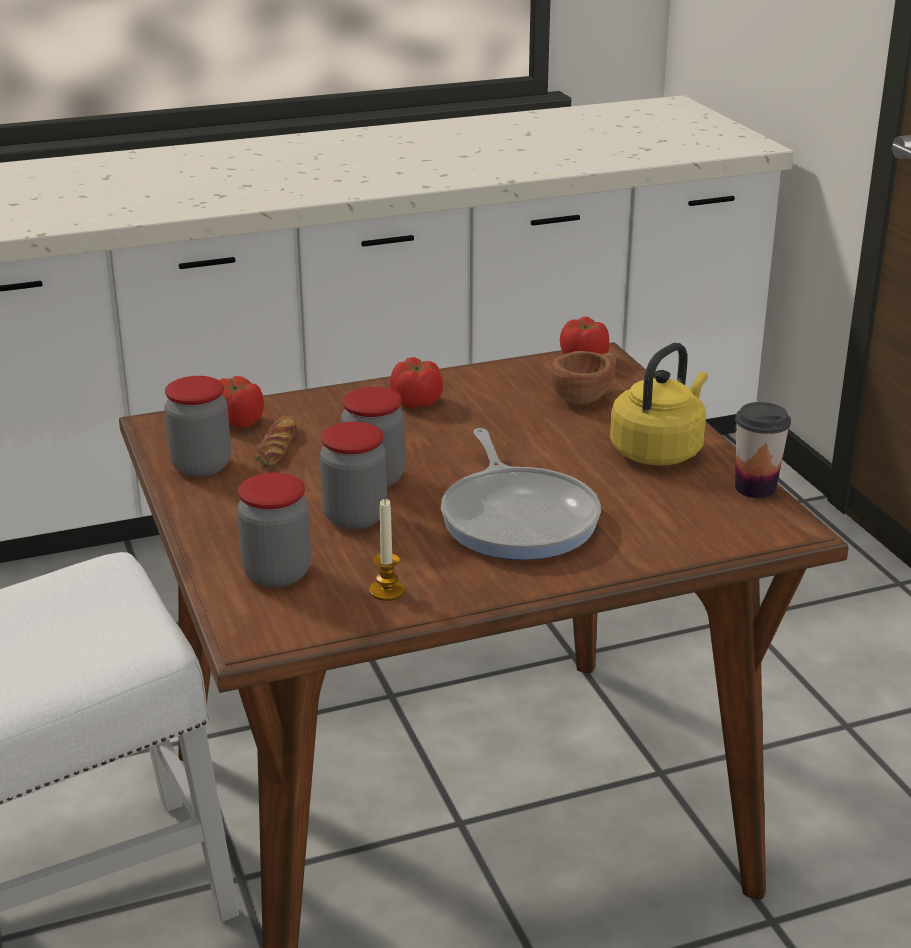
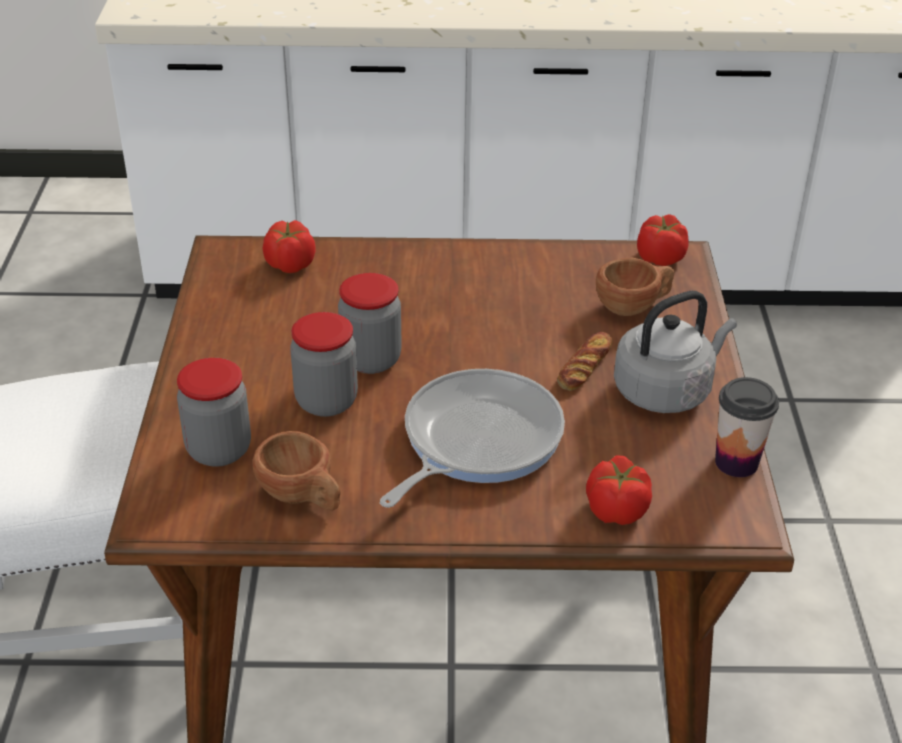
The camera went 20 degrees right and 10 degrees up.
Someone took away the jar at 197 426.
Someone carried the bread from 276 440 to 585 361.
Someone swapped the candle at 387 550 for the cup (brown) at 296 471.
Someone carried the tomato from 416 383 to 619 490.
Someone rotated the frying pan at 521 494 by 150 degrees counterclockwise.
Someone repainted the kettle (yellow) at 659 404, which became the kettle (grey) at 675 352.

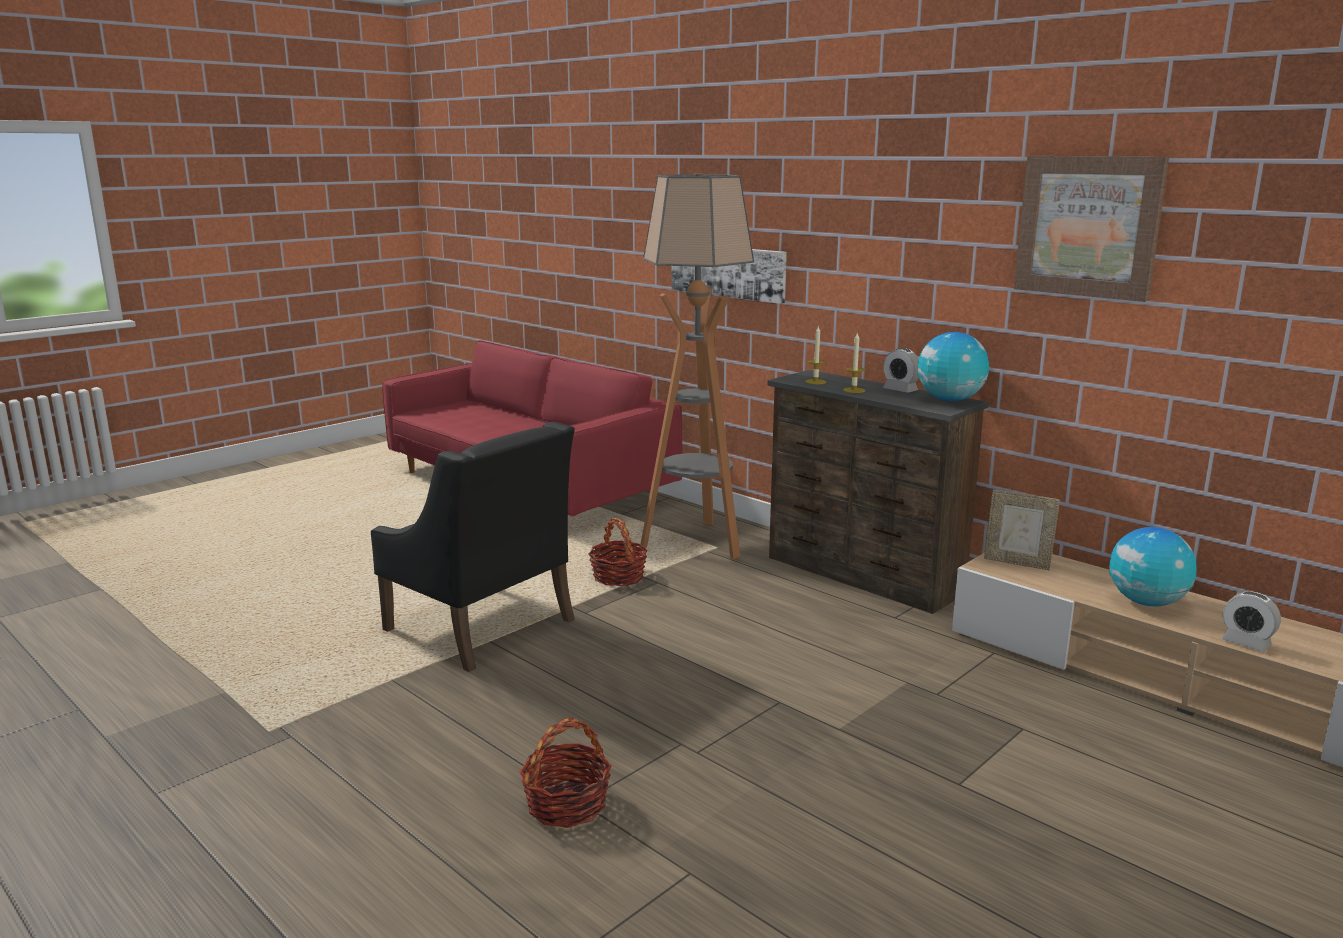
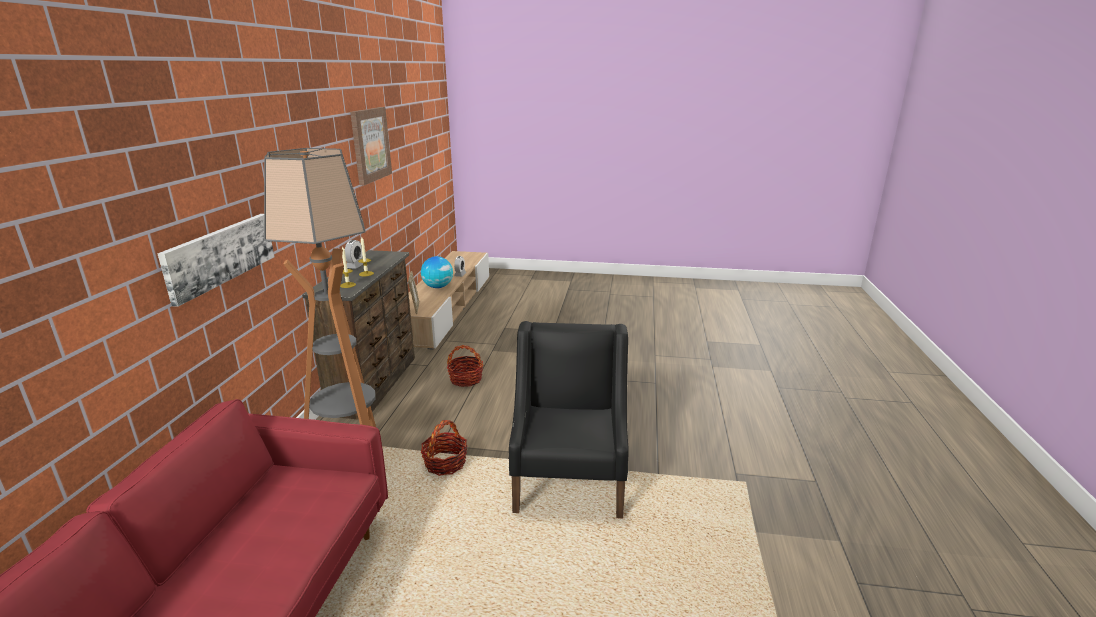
The camera went 125 degrees left and 5 degrees up.
Someone carried the basket from 565 773 to 465 366.
Someone took away the globe at 953 366.

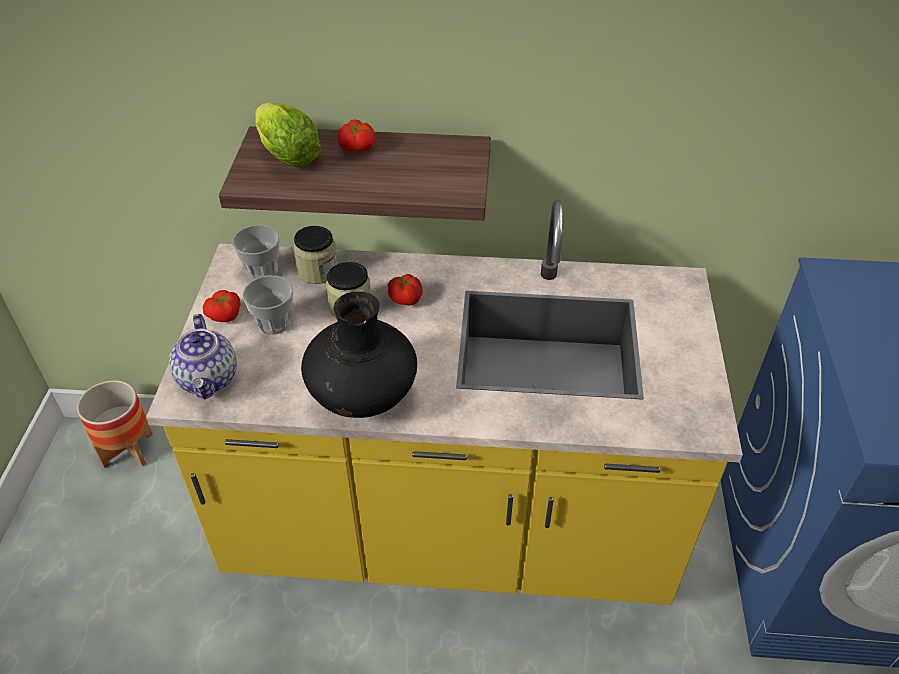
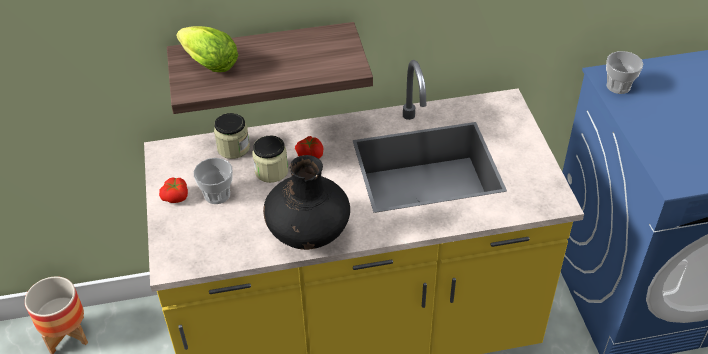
The camera went 15 degrees left and 0 degrees up.
Someone took away the teapot at 203 356.
Someone carried the cup from 255 252 to 624 72.
Someone took away the tomato at 357 135.

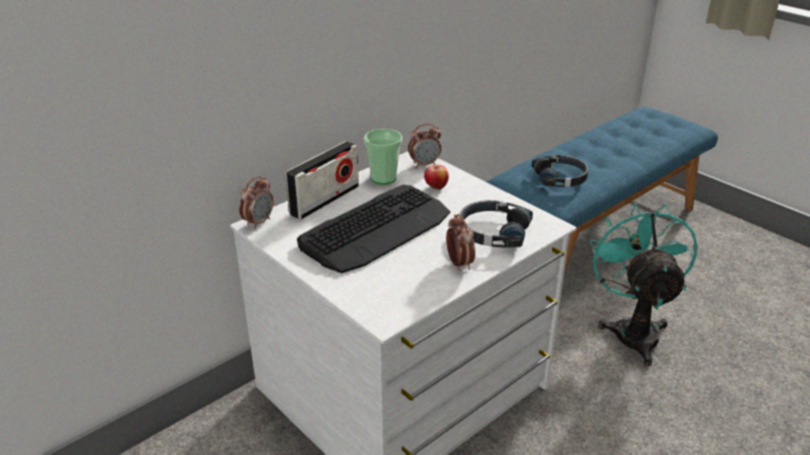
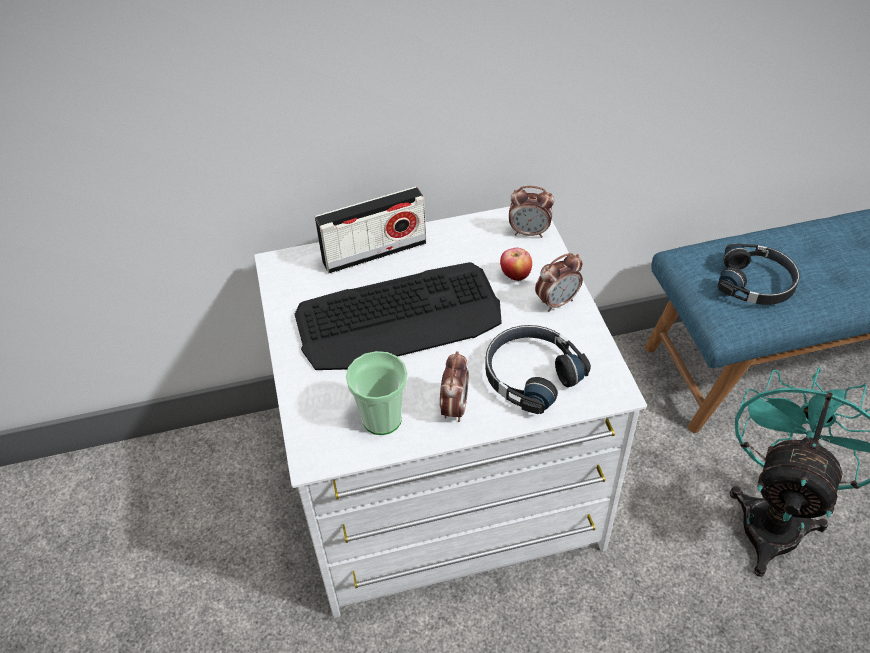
The camera went 30 degrees right and 15 degrees up.
Someone carried the alarm clock from 256 202 to 559 282.
Someone carried the cup from 383 156 to 377 393.

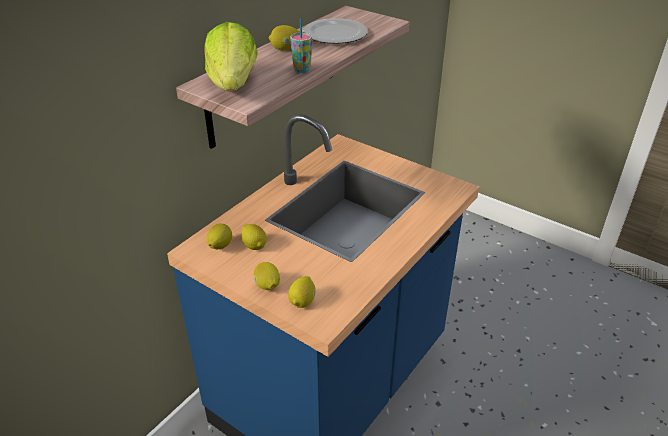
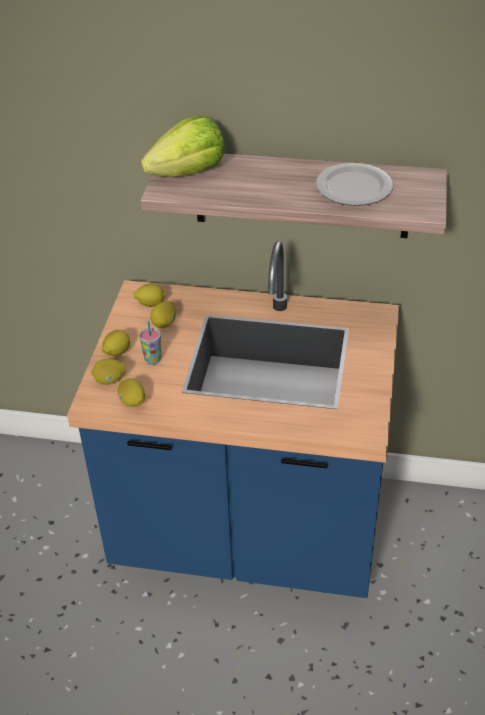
The camera went 65 degrees right and 5 degrees up.
Someone carried the lemon from 284 37 to 131 392.
Someone carried the cup from 301 46 to 150 343.

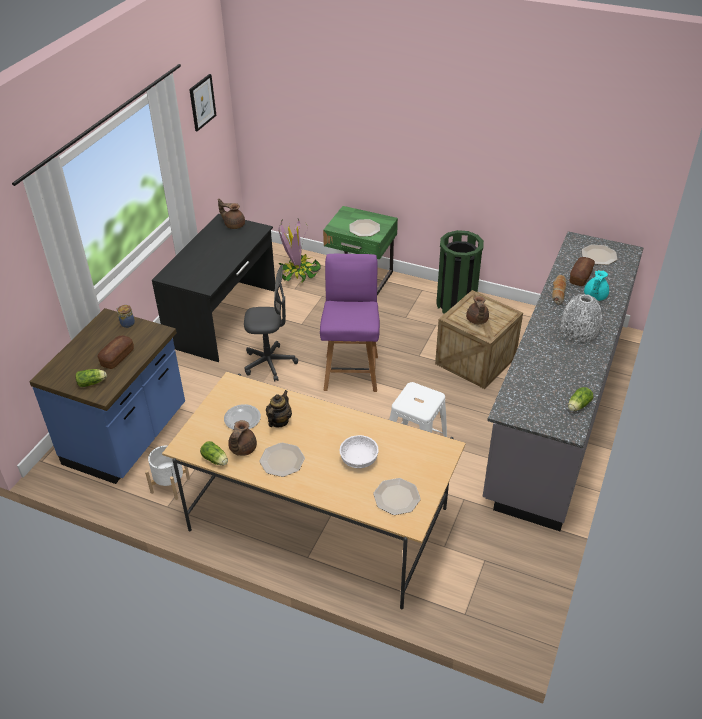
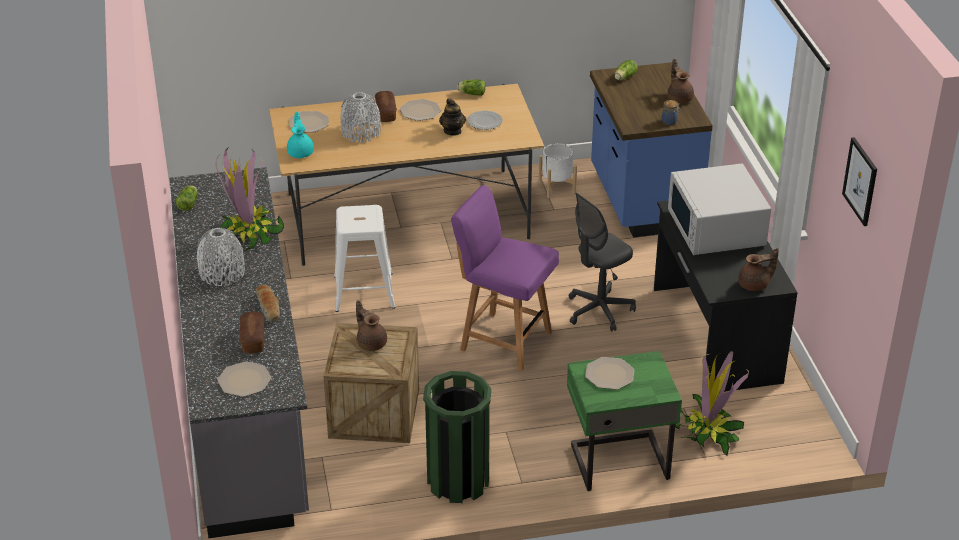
The camera went 145 degrees right and 5 degrees down.
Someone carried the bread from 116 352 to 386 106.
Someone carried the teapot (brown) from 242 438 to 681 81.
Someone rotated the chair (purple) at 350 323 by 150 degrees clockwise.
Someone swapped the bowl (white) at 359 451 for the vase (grey) at 360 117.
Someone carried the teapot (turquoise) from 596 285 to 300 135.
Someone put down the potted plant at 249 199.
Someone put down the microwave (white) at 719 209.

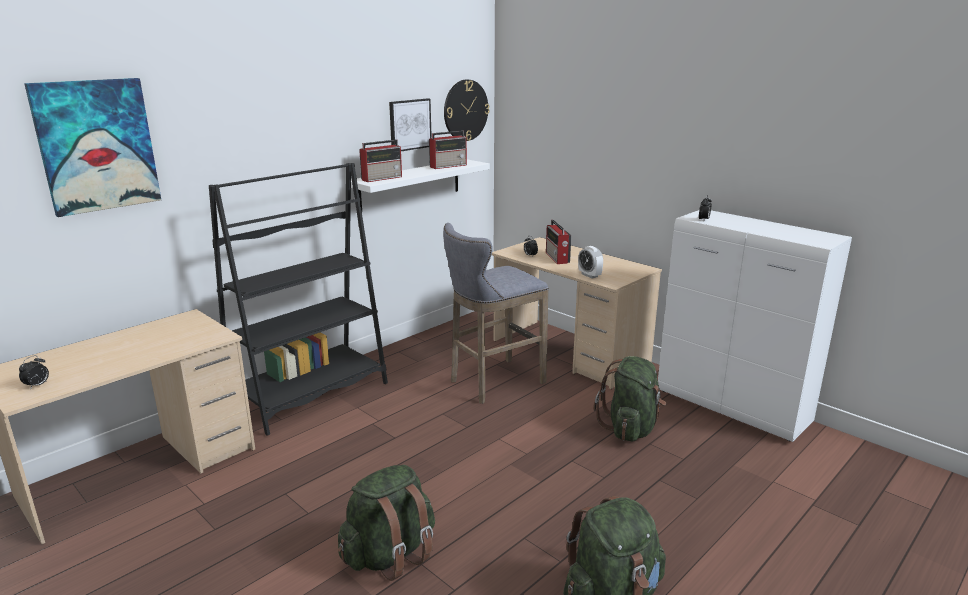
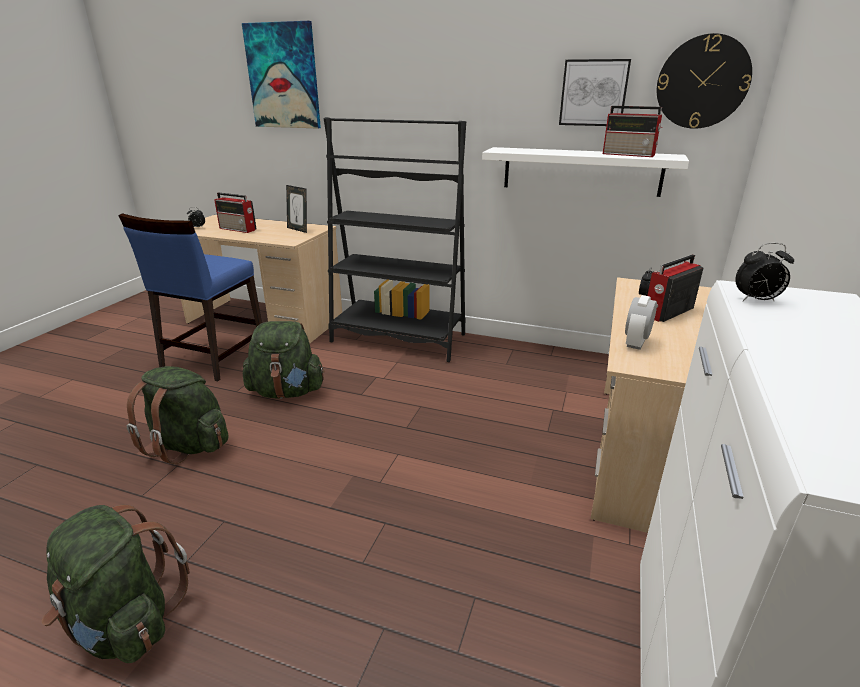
The camera went 65 degrees right and 5 degrees up.
Someone carried the radio from 380 161 to 235 212.
Someone took away the stool (grey) at 495 313.
Someone carried the backpack (green) from 630 399 to 284 360.
Someone put down the chair (blue) at 190 297.
Someone put down the picture frame at 296 209.

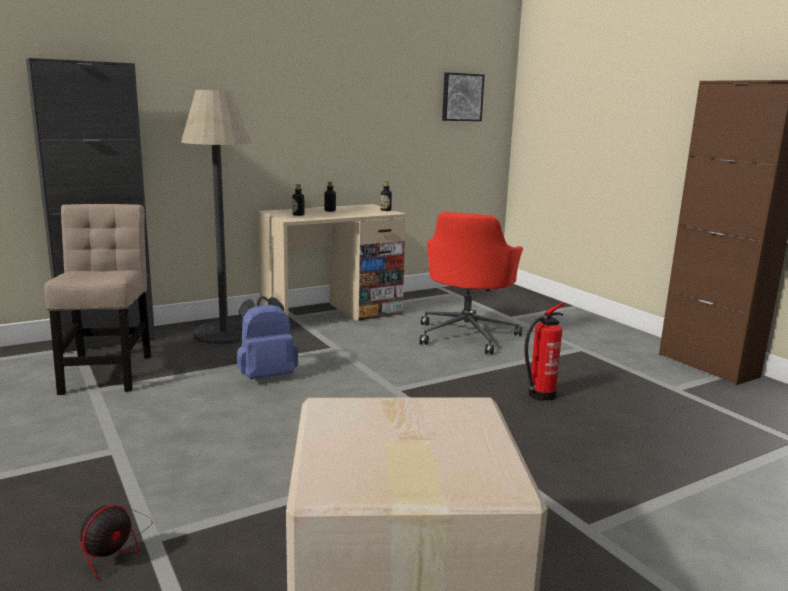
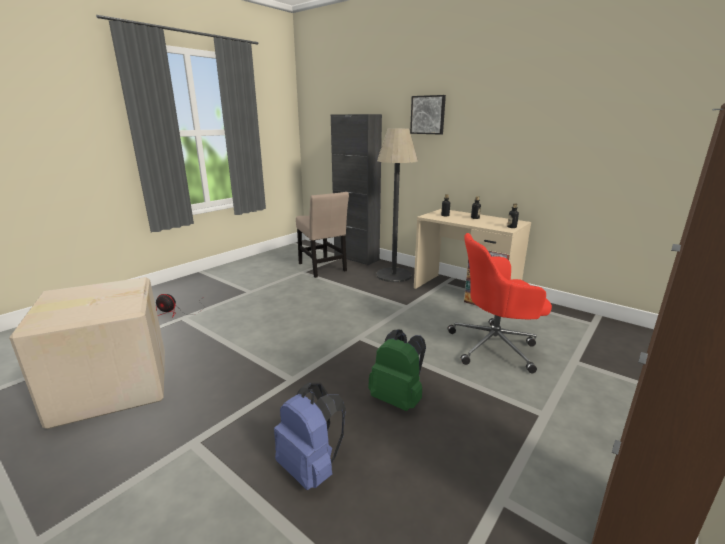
The camera went 70 degrees right and 5 degrees up.
Someone rotated the chair (beige) at 97 299 by 90 degrees clockwise.
Someone carried the backpack (blue) from 267 337 to 310 436.
Someone carried the picture from 463 96 to 428 115.
Someone swapped the fire extinguisher at 544 351 for the backpack (green) at 397 370.

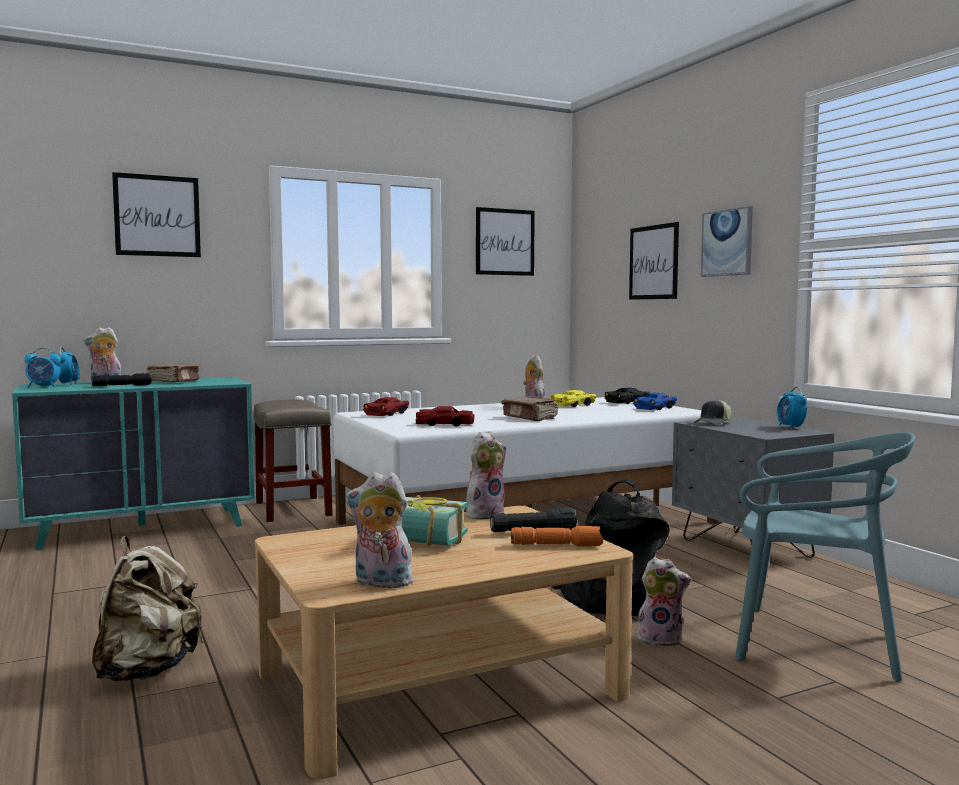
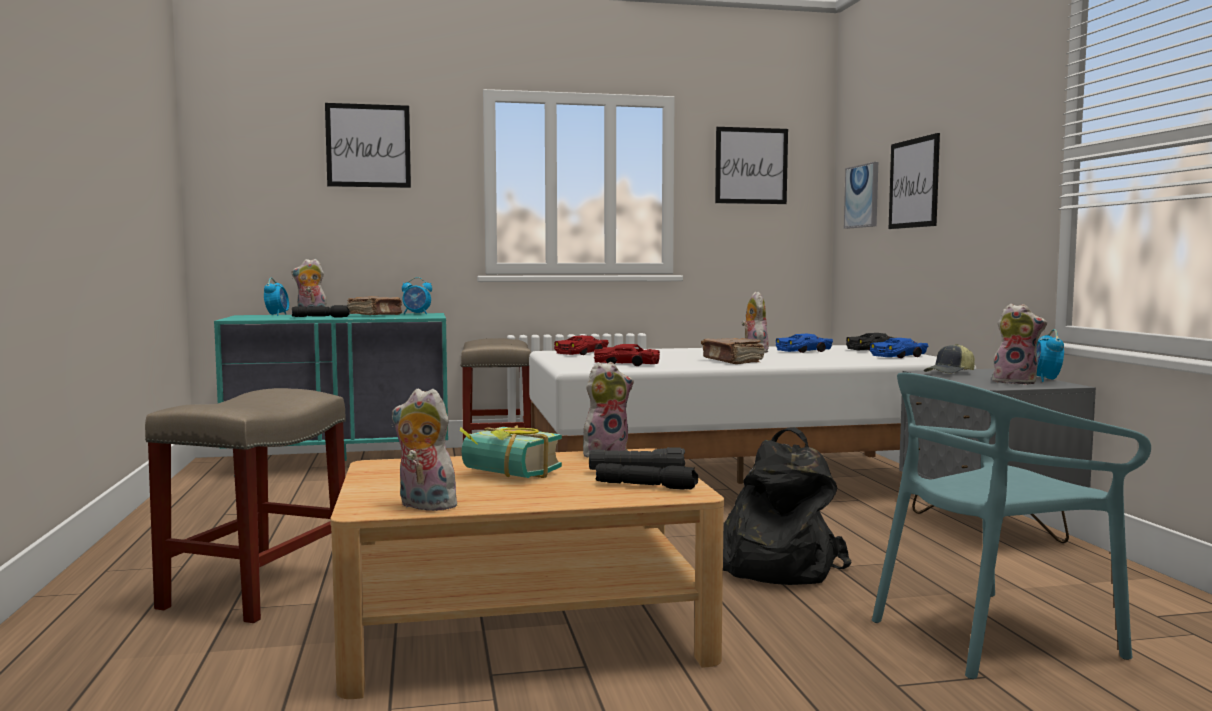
The camera went 15 degrees right and 0 degrees up.
Someone carried the alarm clock from 42 368 to 417 295.
Someone swapped the backpack (beige) at 148 608 for the stool (beige) at 245 505.
Someone repainted the flashlight (orange) at 557 536, which became the flashlight (black) at 646 476.
Someone repainted the toy car (yellow) at 573 398, which became the toy car (blue) at 804 343.
Someone carried the plush toy from 664 602 to 1019 344.
Someone carried the picture from 727 241 to 861 195.
Someone rotated the chair (turquoise) at 825 557 by 120 degrees clockwise.

